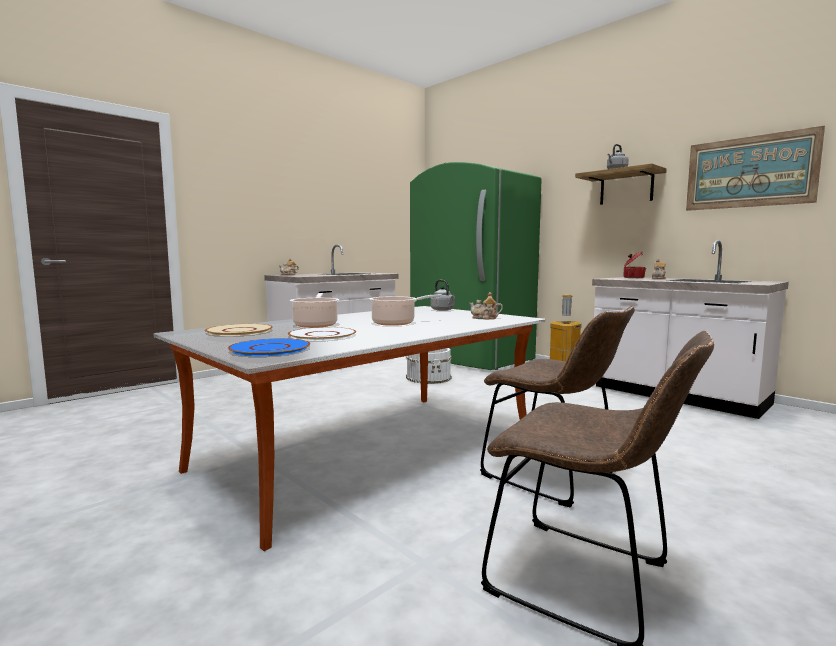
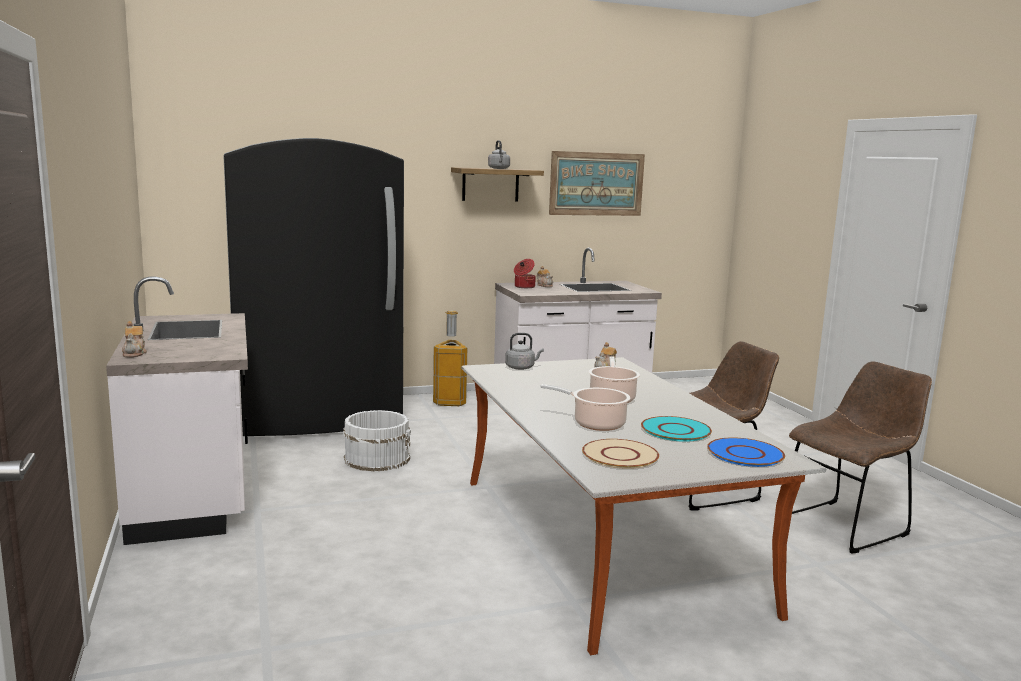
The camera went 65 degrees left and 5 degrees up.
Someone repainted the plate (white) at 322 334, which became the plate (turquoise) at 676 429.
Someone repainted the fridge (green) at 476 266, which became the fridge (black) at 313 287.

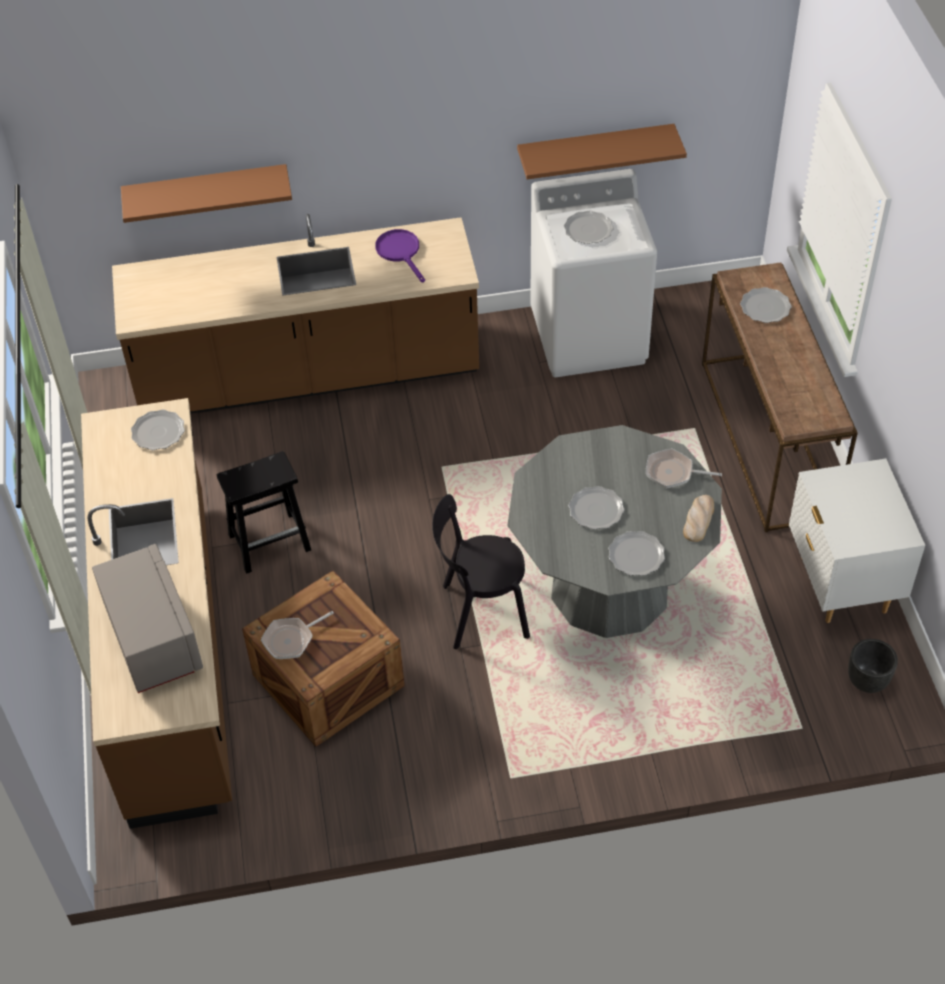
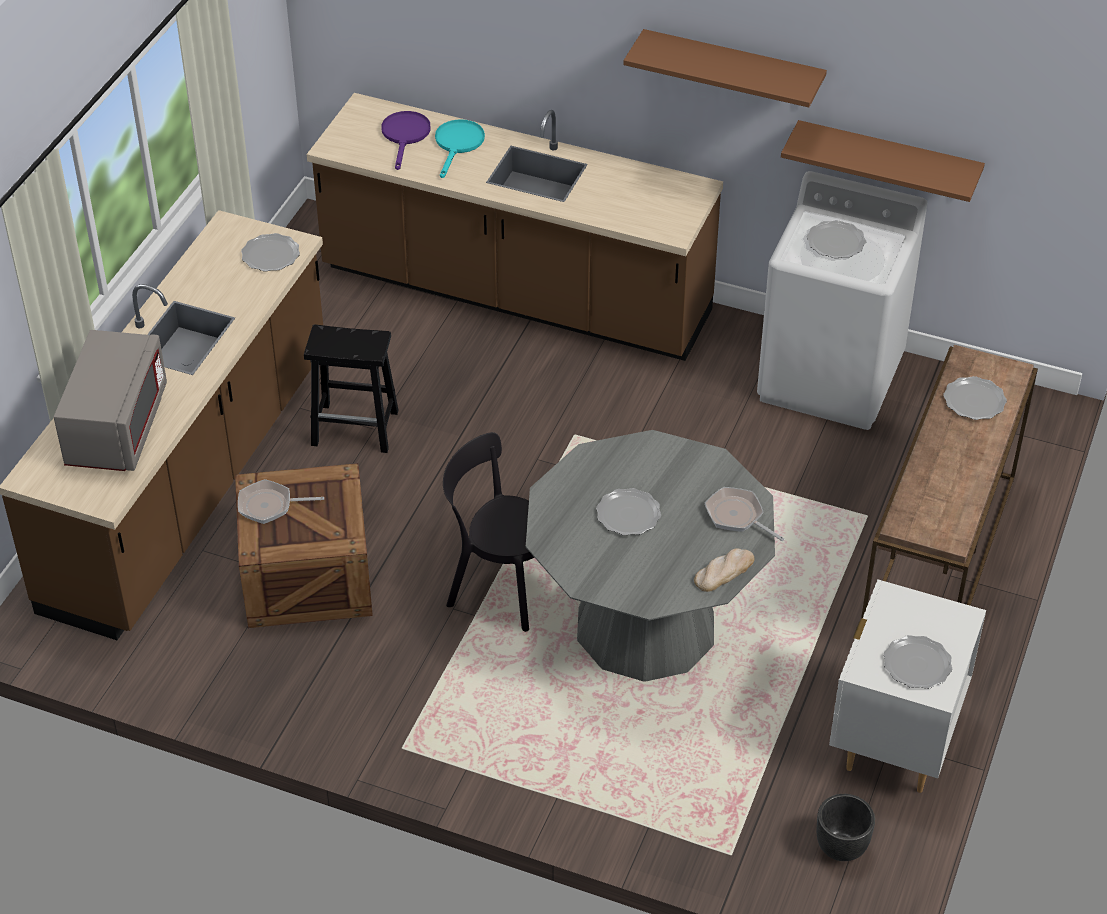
The camera went 30 degrees right and 5 degrees down.
Someone carried the shelf (brown) from 206 193 to 725 68.
Someone carried the frying pan (purple) from 400 256 to 406 140.
Someone carried the plate from 636 553 to 918 662.
Someone put down the frying pan (turquoise) at 460 148.

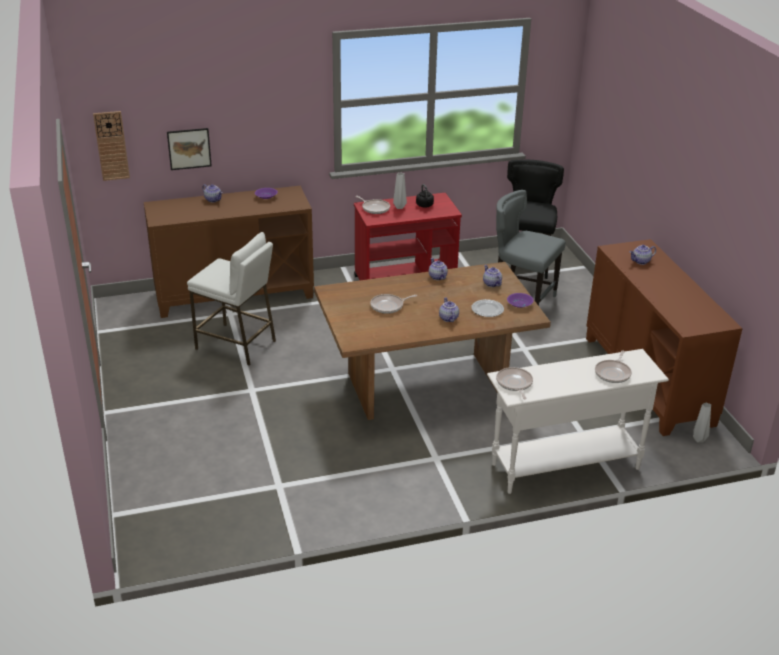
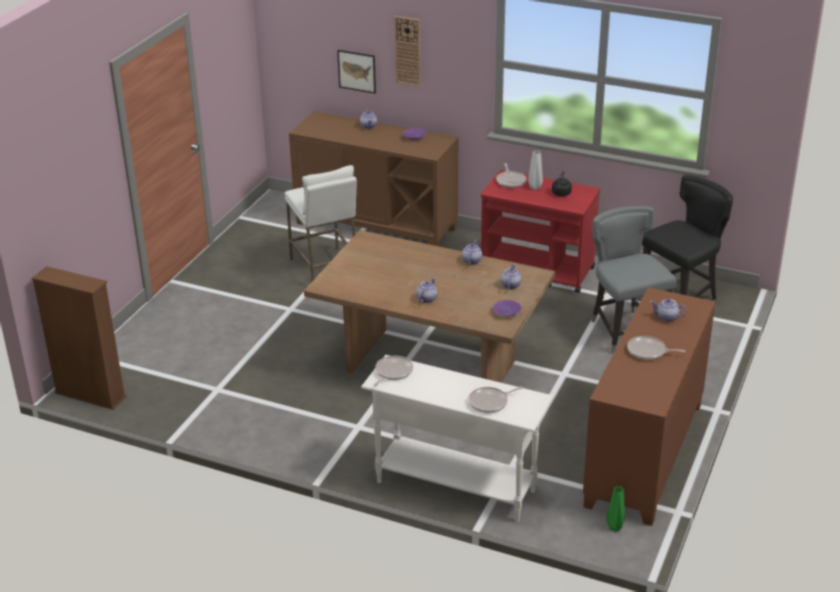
The camera went 40 degrees right and 0 degrees up.
Someone carried the wall clock from 111 146 to 408 51.
Someone carried the frying pan from 393 304 to 656 348.
Someone took away the plate at 487 308.
Someone repainted the vase (grey) at 702 422, which became the vase (green) at 615 509.
Someone put down the bookcase (brown) at 79 338.

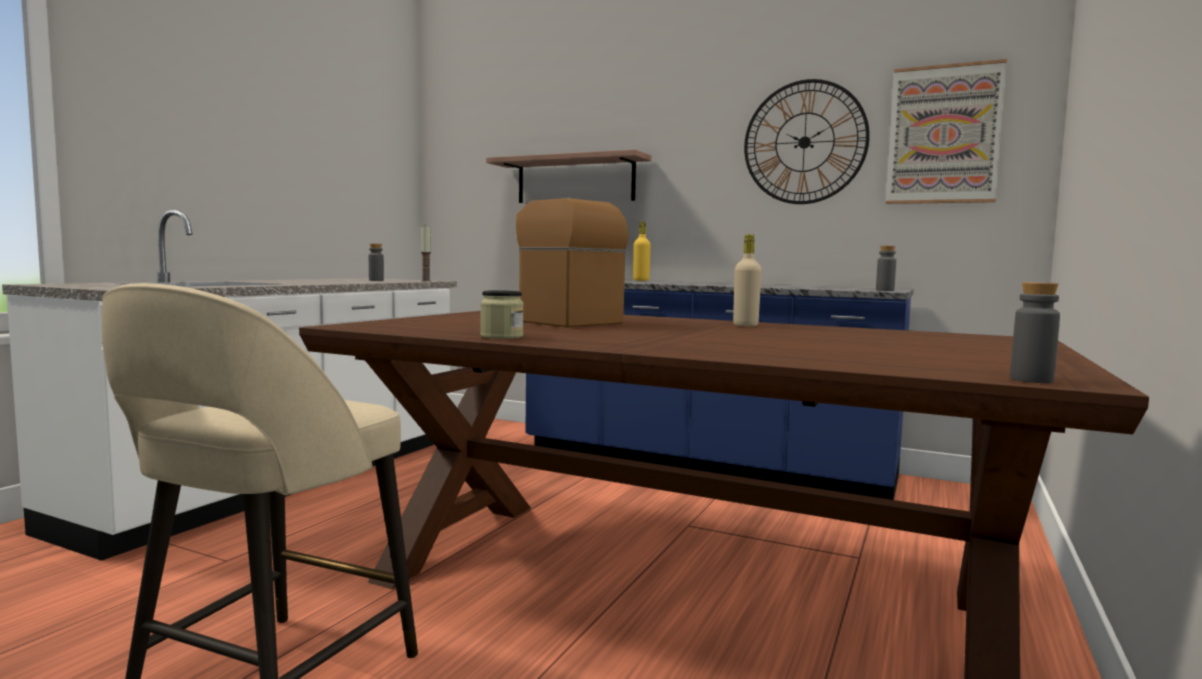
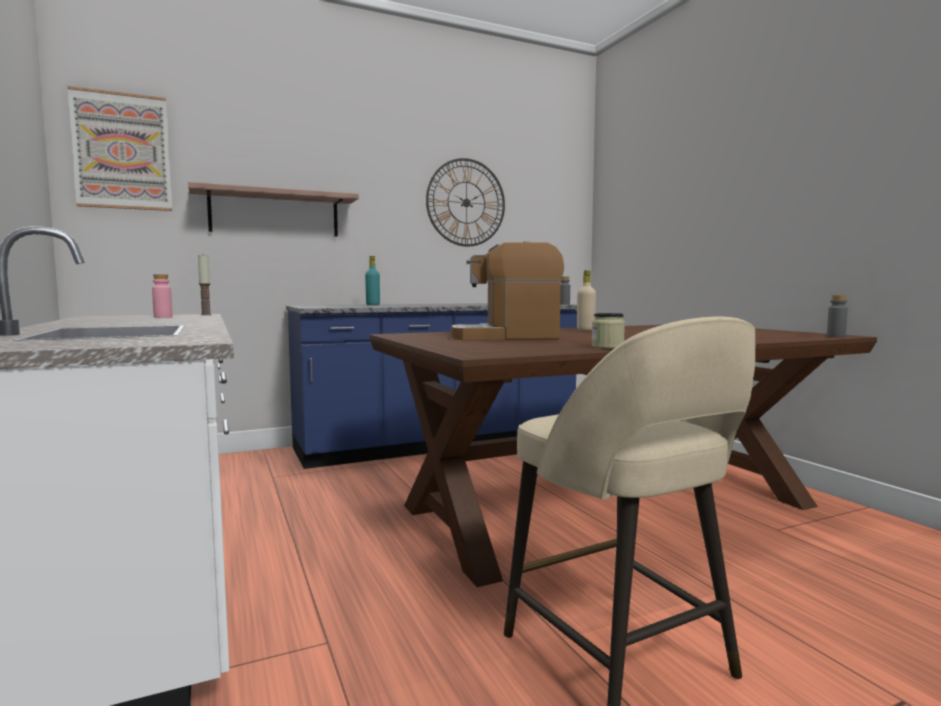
The camera went 50 degrees left and 0 degrees up.
Someone repainted the bottle (grey) at 376 262, which became the bottle (pink) at 162 296.
Someone repainted the bottle (yellow) at 642 251, which became the bottle (turquoise) at 372 280.
Someone carried the picture from 946 131 to 119 148.

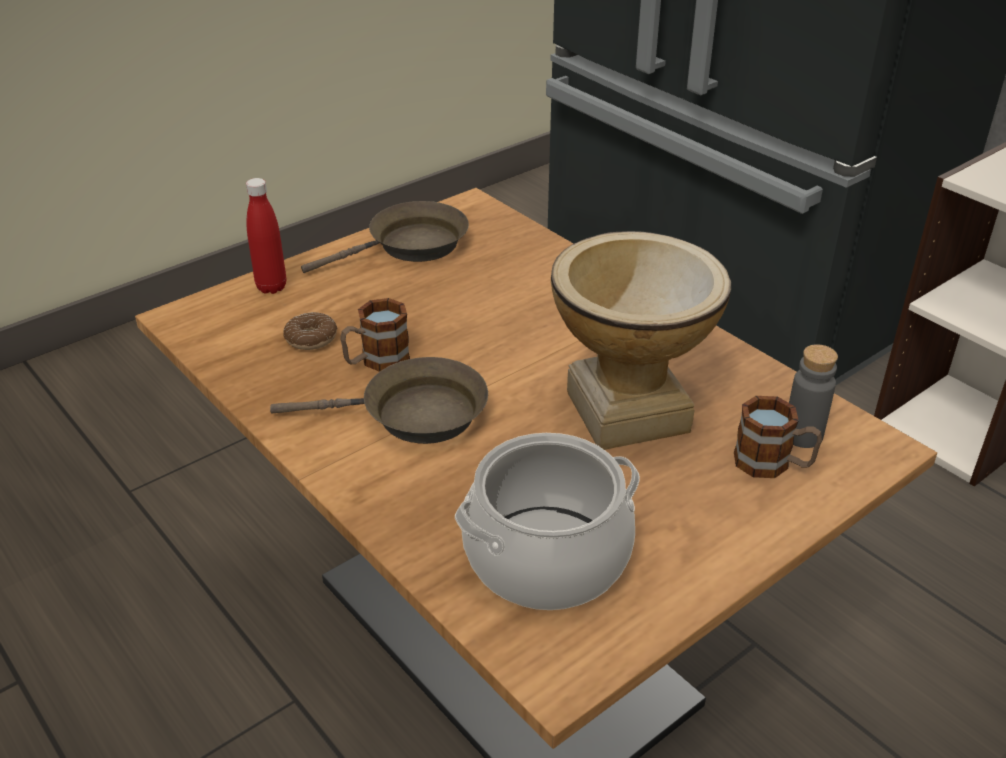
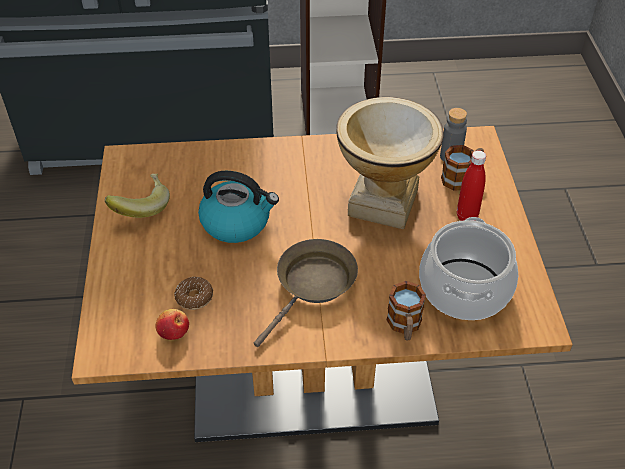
The camera went 55 degrees left and 10 degrees up.
Someone carried the bottle (red) from 266 236 to 471 185.
Someone swapped the frying pan (brown) at 385 237 for the banana at 137 196.
Someone carried the mug from 375 335 to 406 311.
Someone put down the apple at 172 324.
Someone put down the kettle at 238 207.

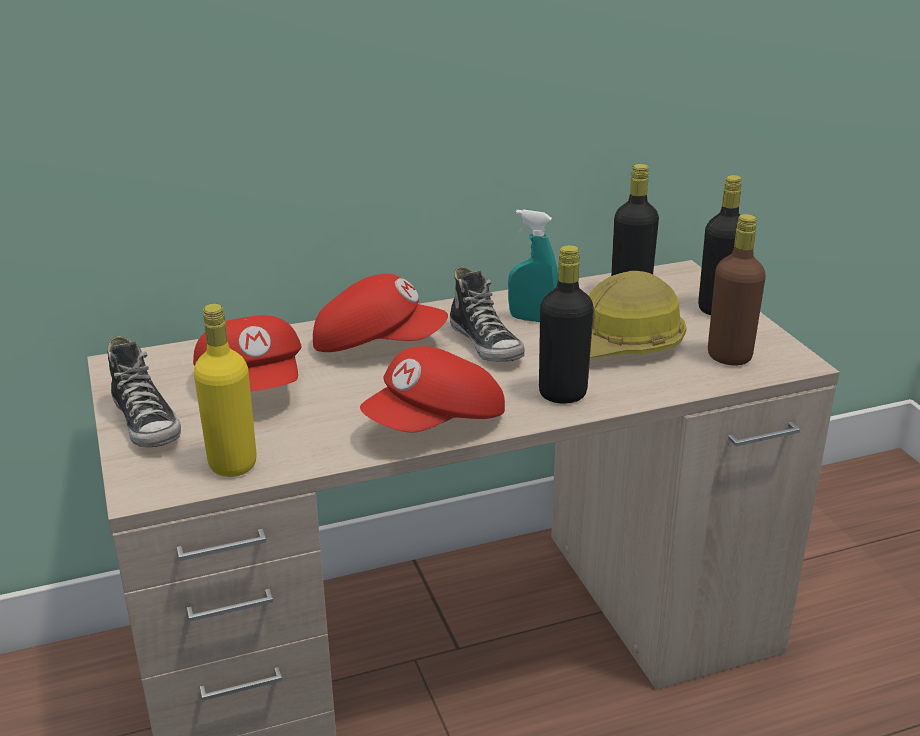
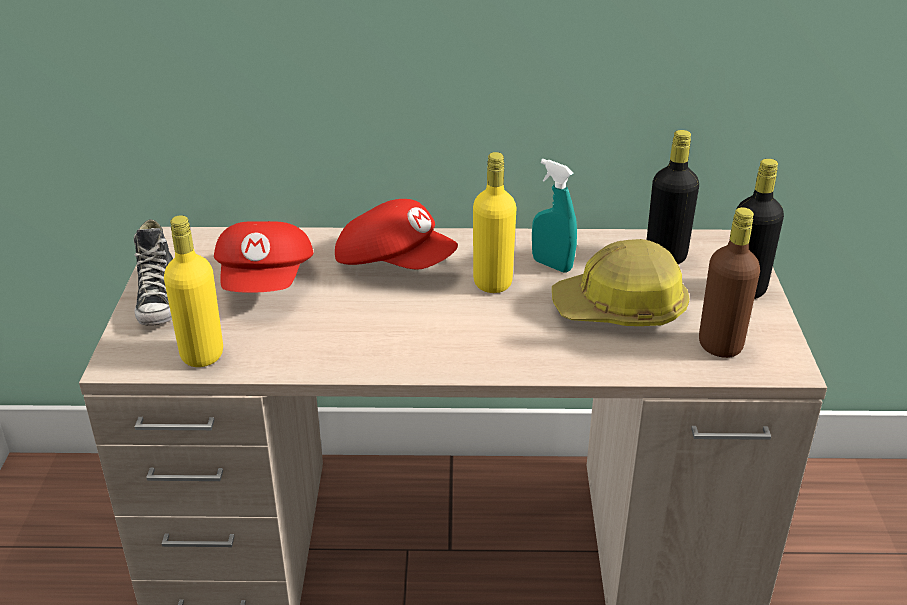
The camera went 20 degrees right and 5 degrees up.
Someone took away the cap (red) at 432 389.
Someone swapped the shoe at 487 314 for the bottle (yellow) at 495 222.
Someone took away the bottle (black) at 566 324.

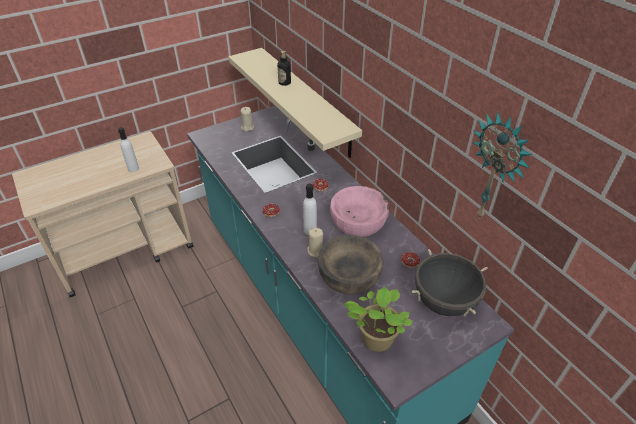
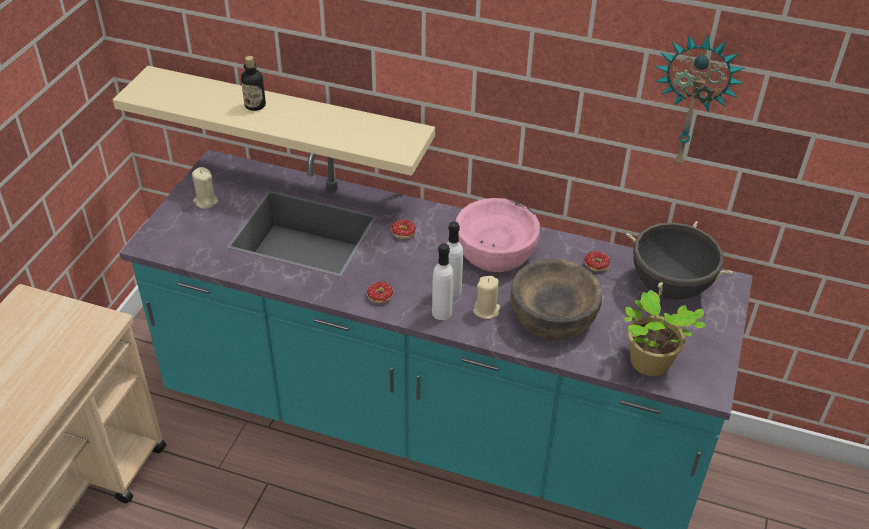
The camera went 40 degrees left and 0 degrees up.
Someone carried the bottle (white) from 128 149 to 442 281.

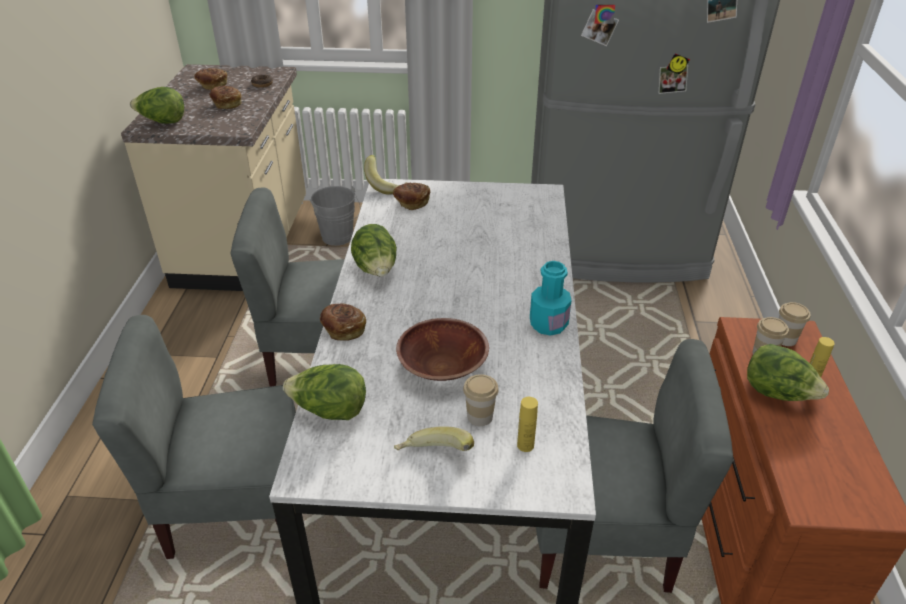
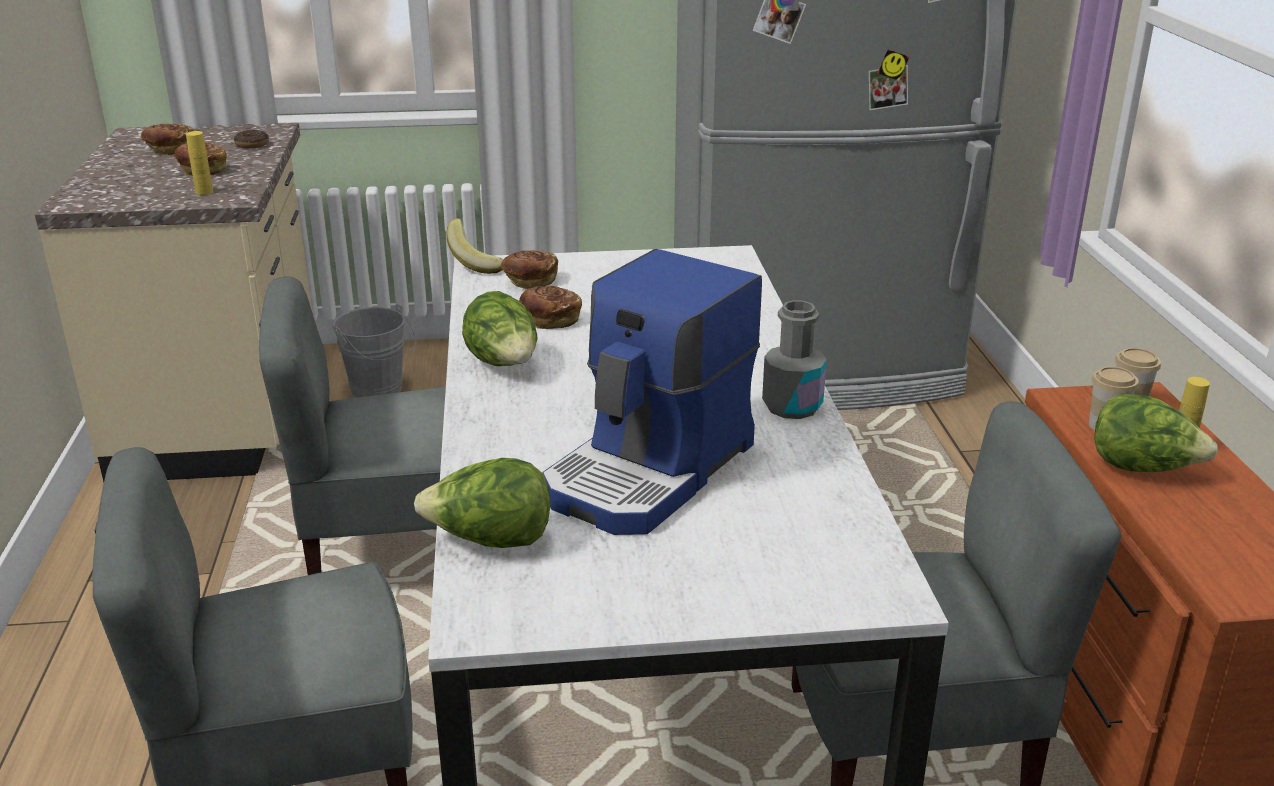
The camera went 10 degrees left and 10 degrees down.
Someone took away the lettuce at 157 105.
Someone carried the bread from 343 322 to 550 307.
Someone took away the banana at 434 438.
Someone swapped the bowl (brown) at 442 349 for the coffee machine at 652 392.
Someone took away the cup at 481 400.
Someone carried the bottle (yellow) from 527 424 to 199 163.
Someone repainted the bottle (turquoise) at 551 298, which became the bottle (grey) at 794 359.

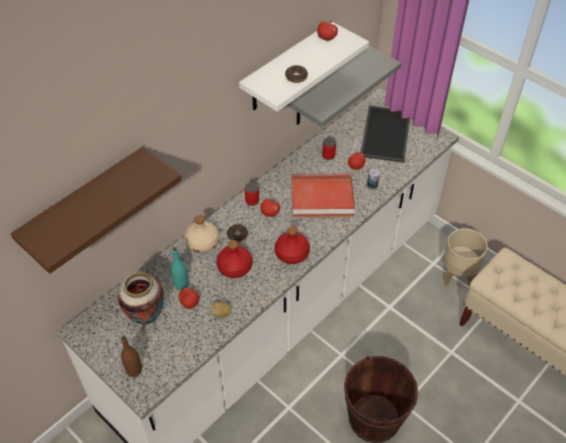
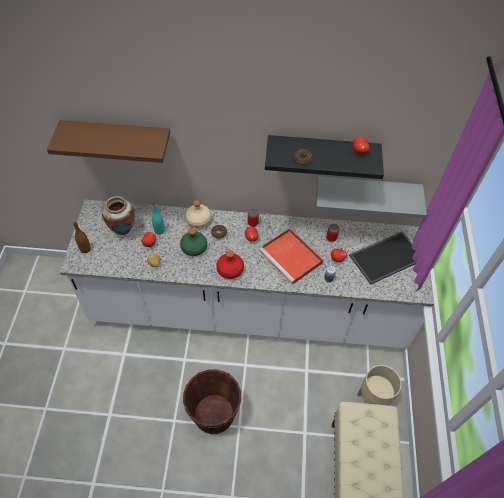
The camera went 50 degrees right and 5 degrees up.
Someone repainted the bottle (red) at 234 259, which became the bottle (green) at 193 242.
Someone repainted the shelf (white) at 304 67, which became the shelf (black) at 324 157.

